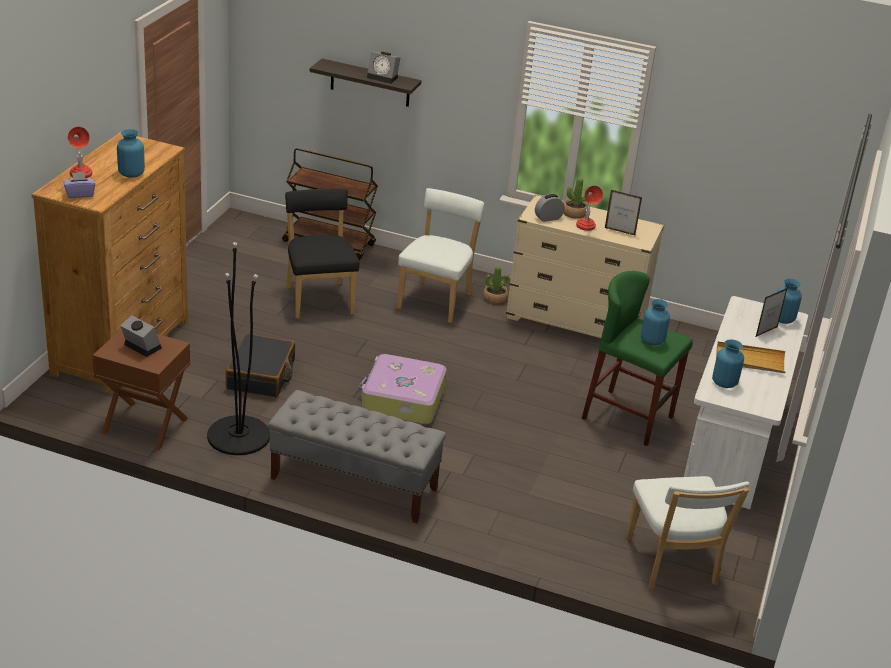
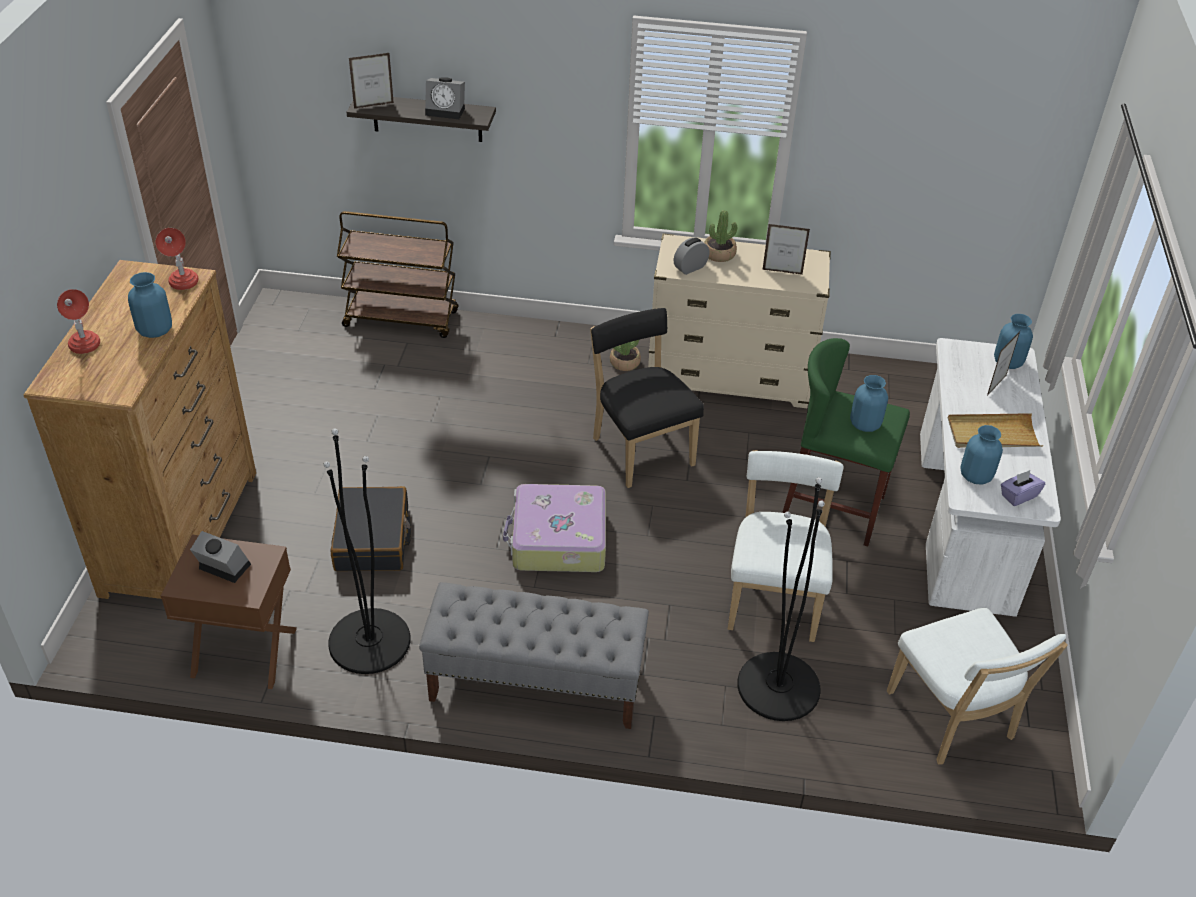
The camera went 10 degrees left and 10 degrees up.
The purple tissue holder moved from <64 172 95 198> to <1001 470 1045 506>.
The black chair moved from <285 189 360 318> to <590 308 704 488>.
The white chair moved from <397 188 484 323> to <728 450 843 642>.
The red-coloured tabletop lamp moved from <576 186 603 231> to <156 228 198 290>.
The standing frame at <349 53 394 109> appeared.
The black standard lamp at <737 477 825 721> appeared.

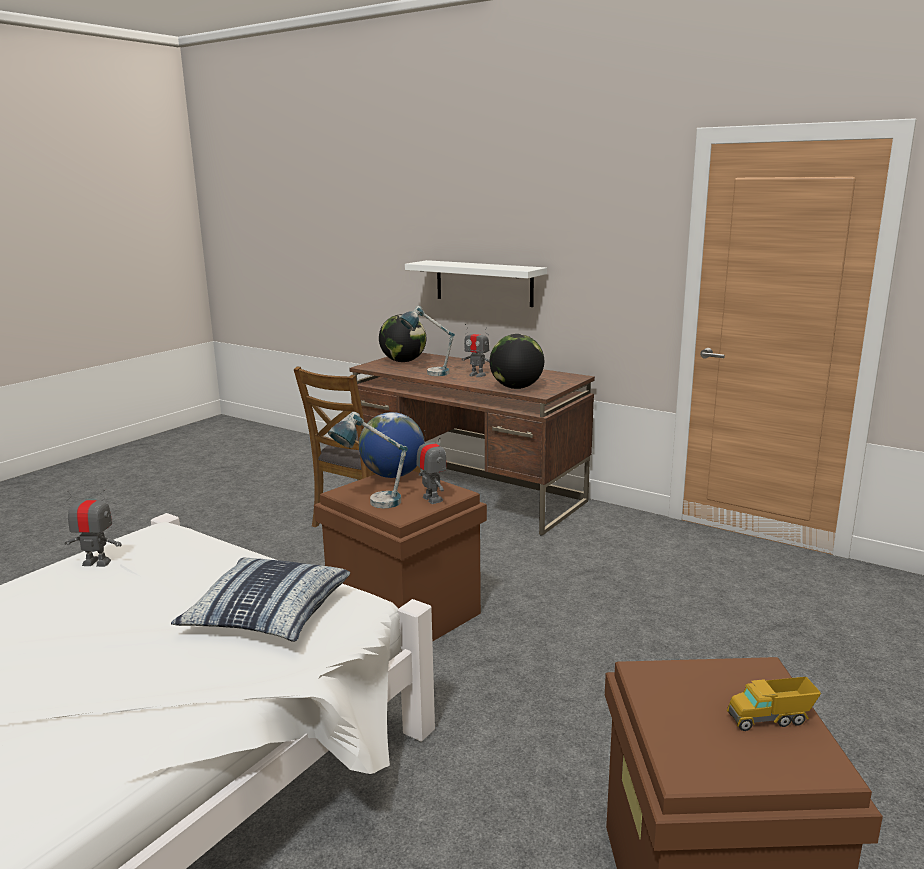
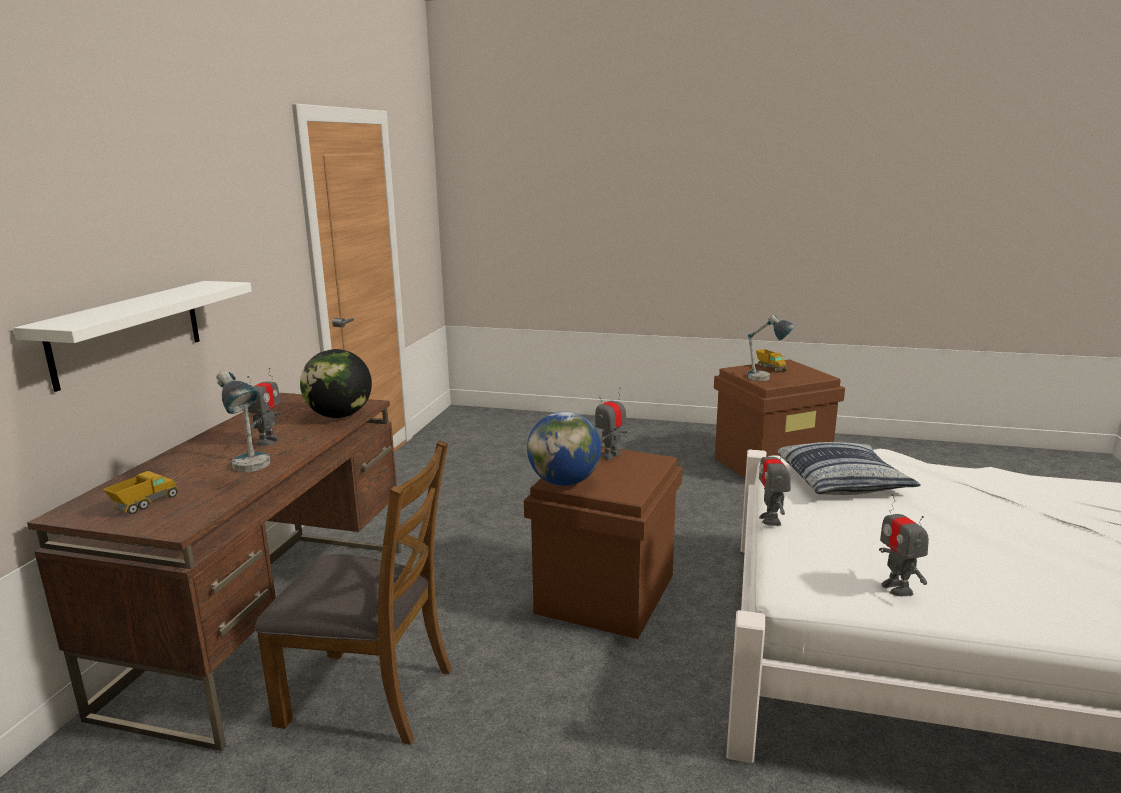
The camera went 110 degrees left and 0 degrees up.
The tabletop lamp moved from <328 412 408 508> to <747 315 795 381>.
The desk globe at <379 314 426 362> was replaced by the toy lorry at <102 471 178 514>.
The robot figure at <759 440 791 526> appeared.

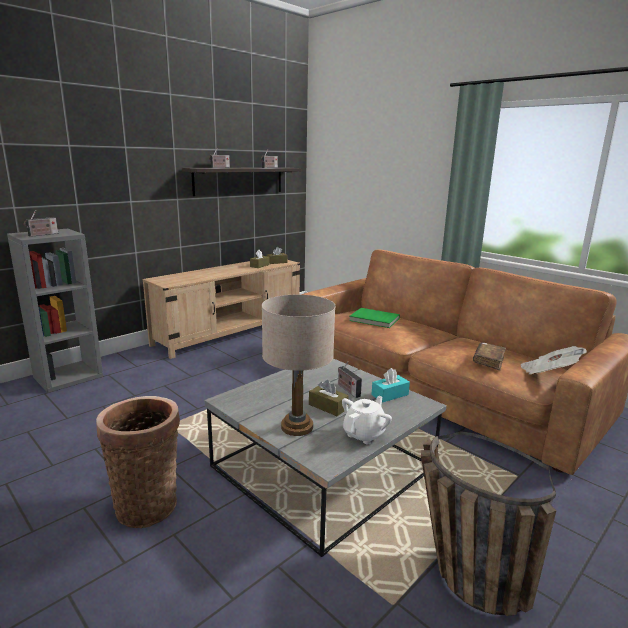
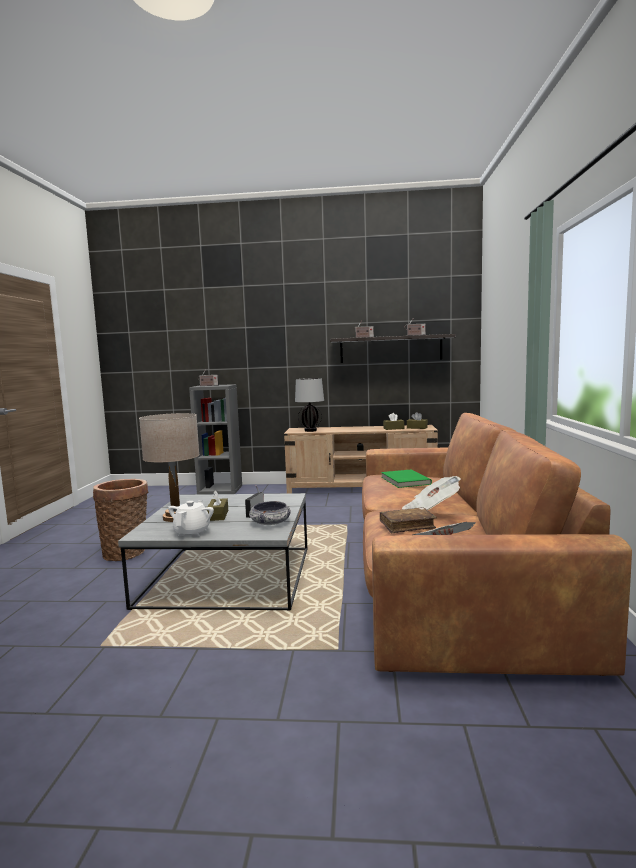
The camera went 50 degrees right and 10 degrees down.
The white teapot at <342 396 392 444> turned 75 degrees counterclockwise.
The turquoise-coloured tissue holder at <371 368 410 403> was replaced by the serving bowl at <249 501 291 525>.
The basket at <421 431 556 616> disappeared.
The tabletop lamp at <295 378 324 432> appeared.
The daily paper at <402 476 461 510> appeared.

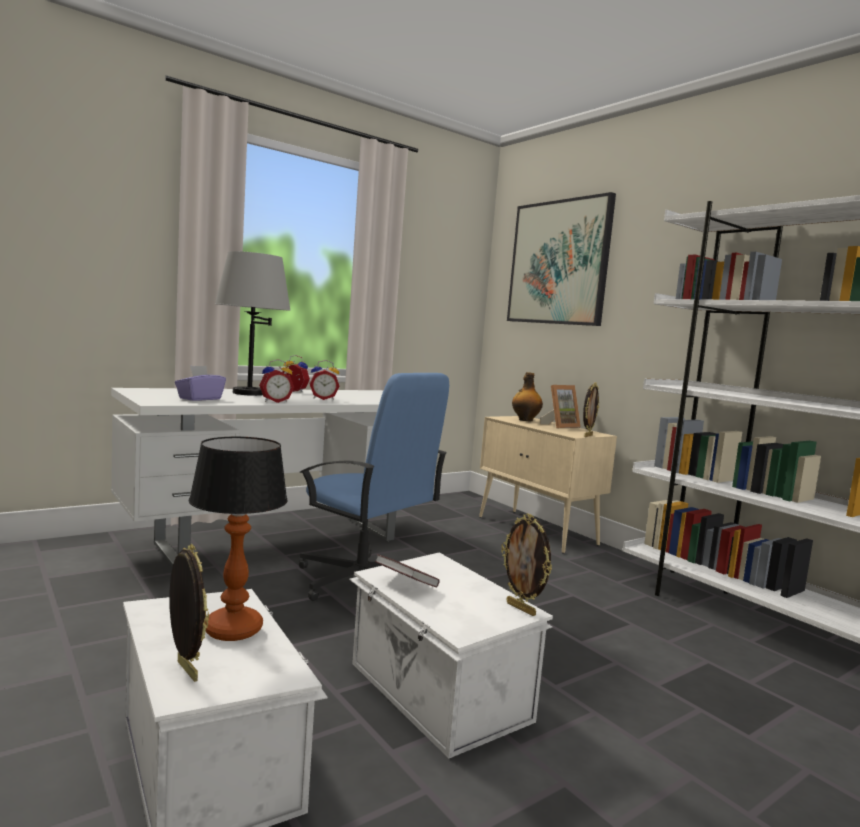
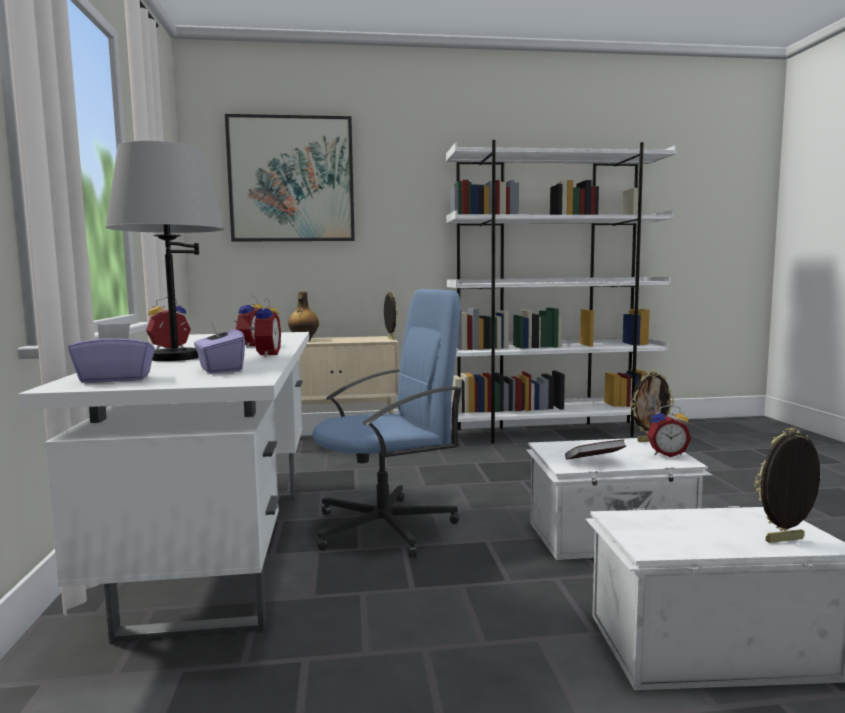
The camera went 60 degrees left and 0 degrees up.
The tabletop lamp at <189 436 288 641> disappeared.
The standing frame at <540 385 581 428> disappeared.
The purple tissue holder at <68 323 155 383> appeared.
The bedside clock at <647 405 691 457> appeared.

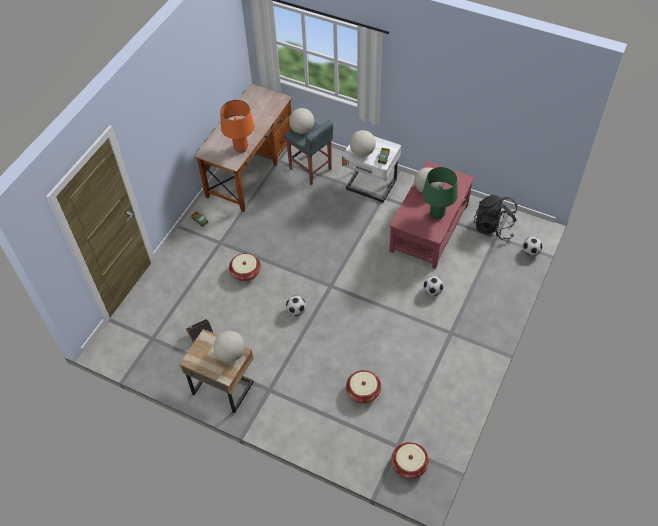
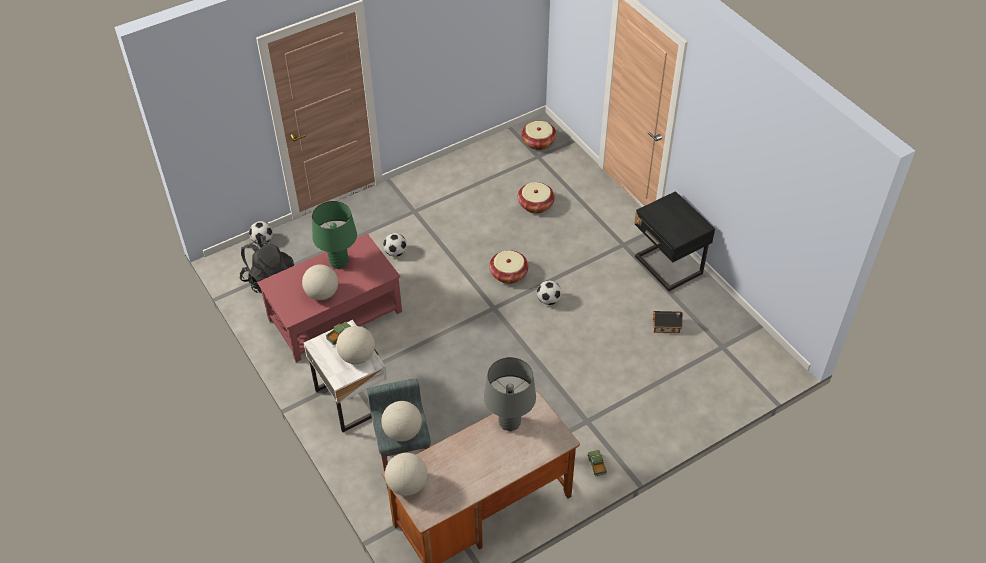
The camera went 150 degrees left and 5 degrees down.
The sand-coloured bedside table at <179 329 254 414> became the black bedside table at <634 191 715 291>.
The desk globe moved from <214 331 245 362> to <385 453 428 496>.
The orangey tabletop lamp at <220 100 255 153> became the greyish tabletop lamp at <484 357 536 431>.
The basket moved from <229 253 261 281> to <489 250 529 284>.

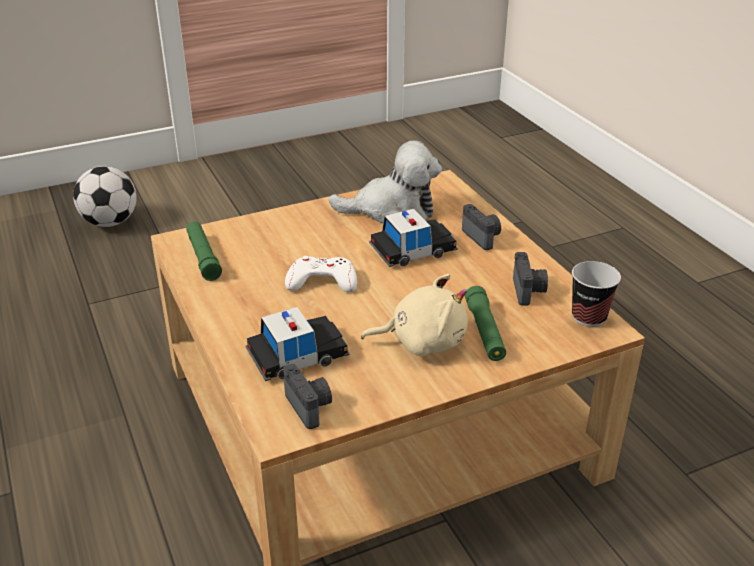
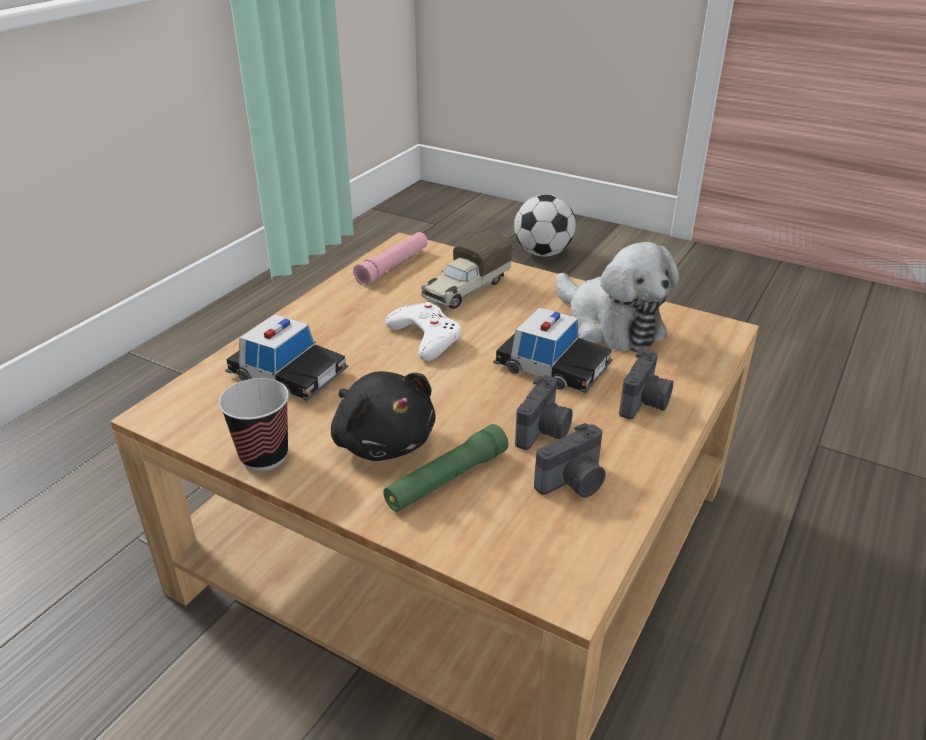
The camera went 55 degrees right and 0 degrees up.
The greenish flashlight at <186 222 222 281> became the pink flashlight at <354 232 428 285>.
The still camera moved from <283 364 332 429> to <515 375 573 450>.
The sand-coloured cuddly toy at <361 274 468 356> became the black cuddly toy at <331 371 435 461>.
The small cup moved from <572 261 621 327> to <219 378 289 471>.
The toy lorry at <421 231 512 309> appeared.

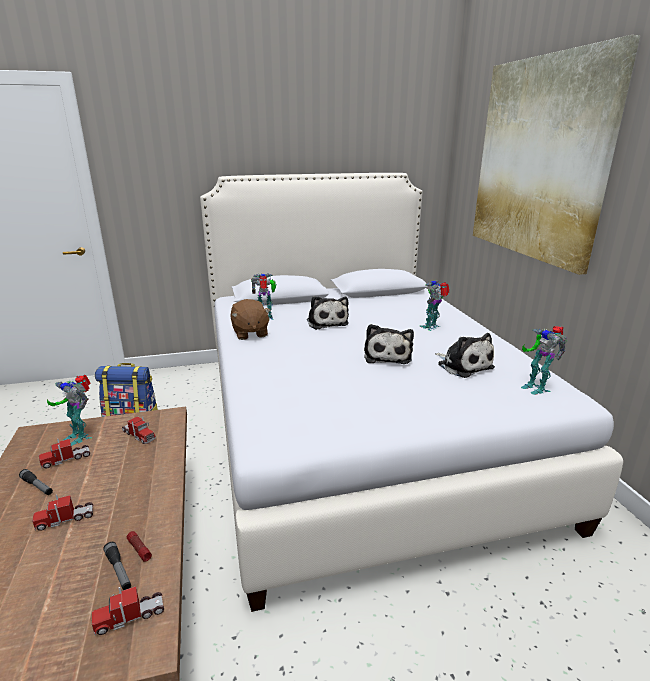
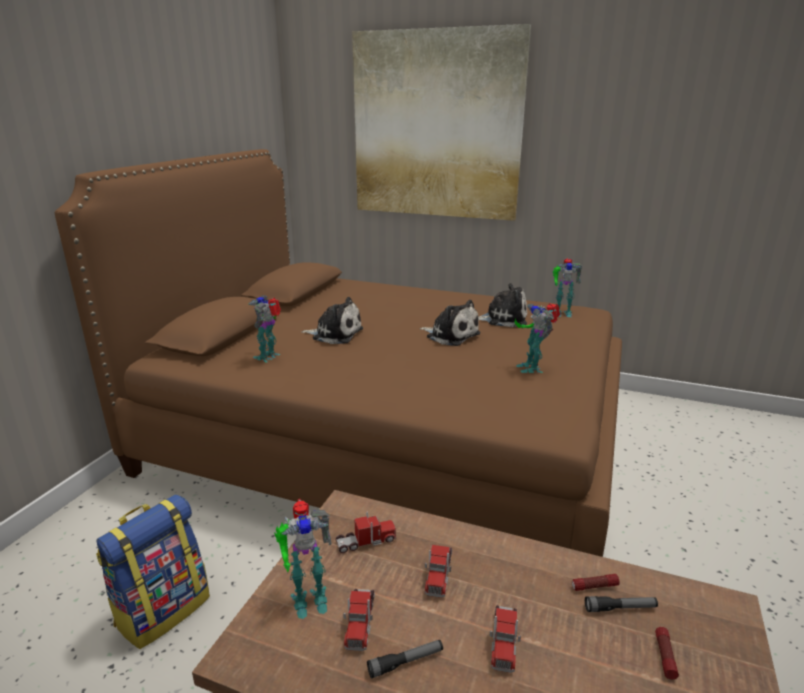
The camera went 55 degrees left and 0 degrees up.
The toy lorry moved from <92 586 164 636> to <425 545 452 598>.
The white sleeping bed at <200 173 623 612> became the brown-coloured sleeping bed at <55 149 622 557>.
The brown-coloured cuddly toy at <230 299 271 340> disappeared.
The robot figure moved from <419 280 449 331> to <515 303 560 373>.
The flashlight at <655 627 679 679> appeared.

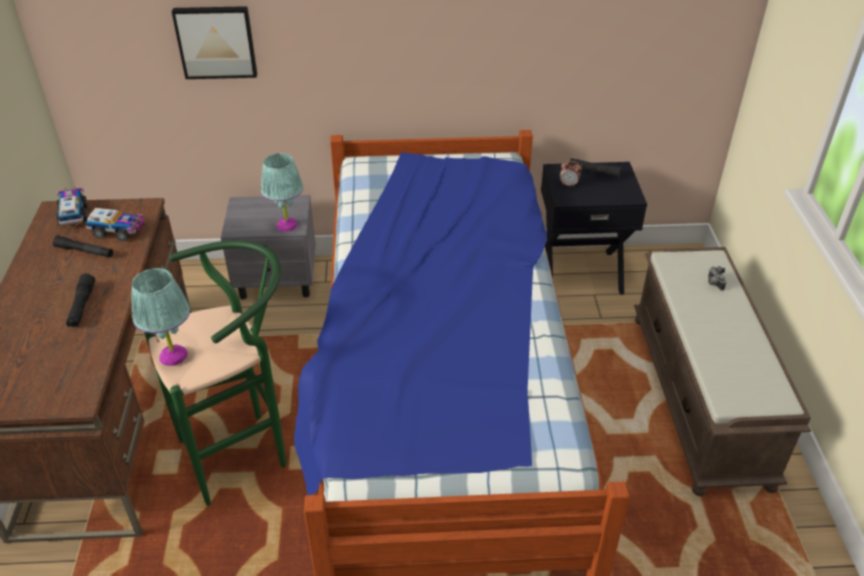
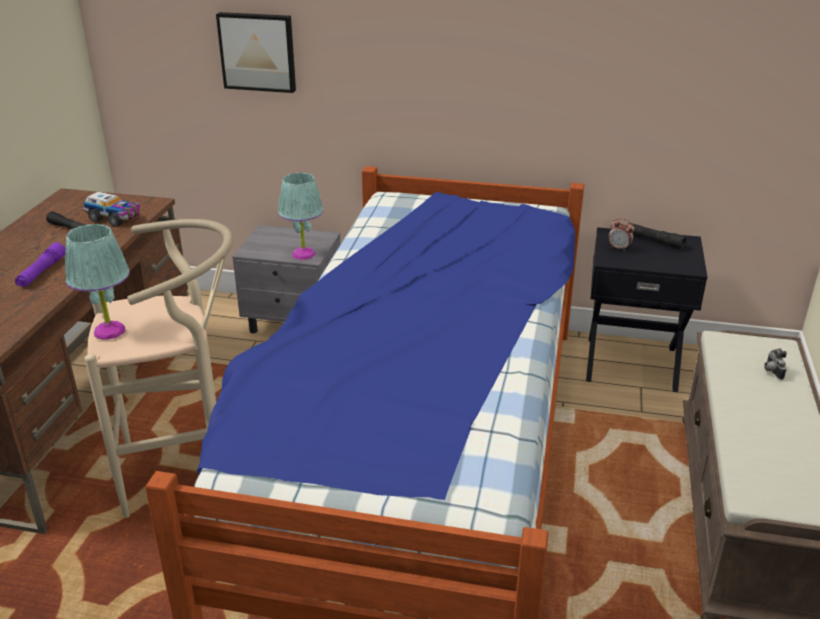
The camera went 15 degrees right and 10 degrees down.
The toy lorry at <56 187 88 226> disappeared.
The black flashlight at <66 273 95 327> became the purple flashlight at <15 242 66 287>.
The greenish sitting stool at <144 240 287 506> became the sand-coloured sitting stool at <85 219 233 518>.

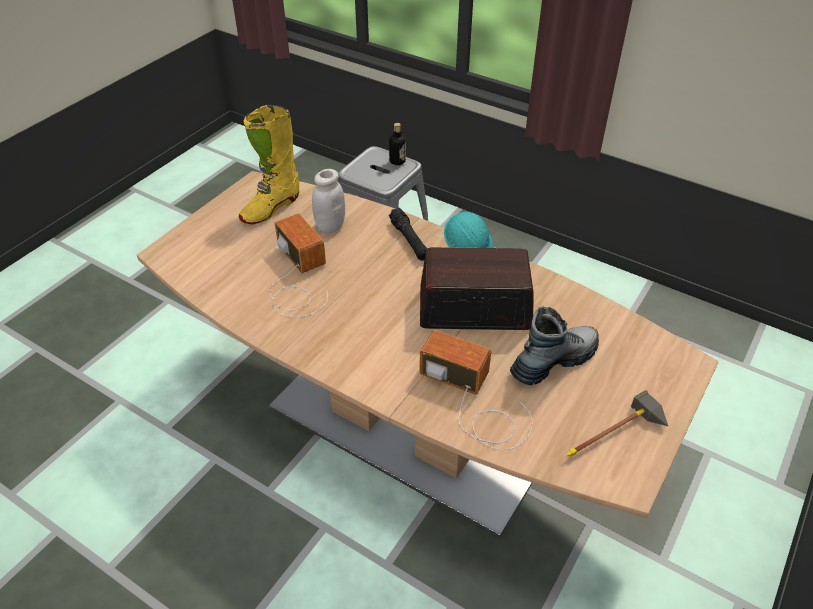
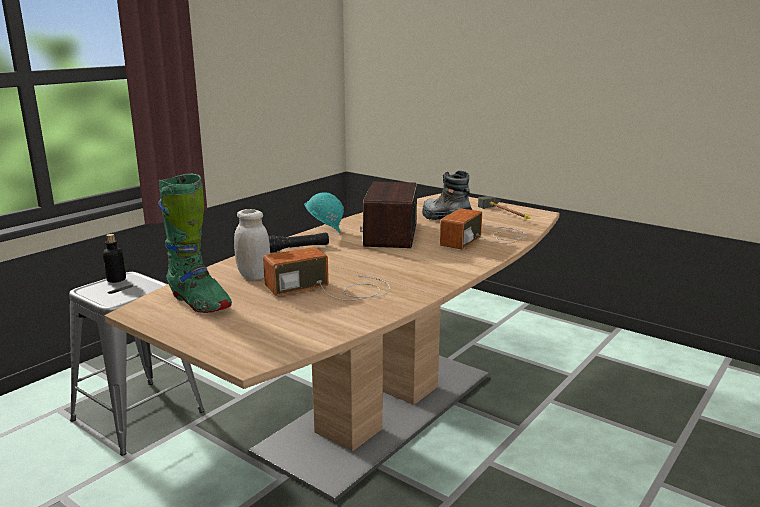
The camera went 85 degrees left and 25 degrees down.
The yellow-coloured high-top boot at <238 105 299 224> became the greenish high-top boot at <158 174 232 313>.

